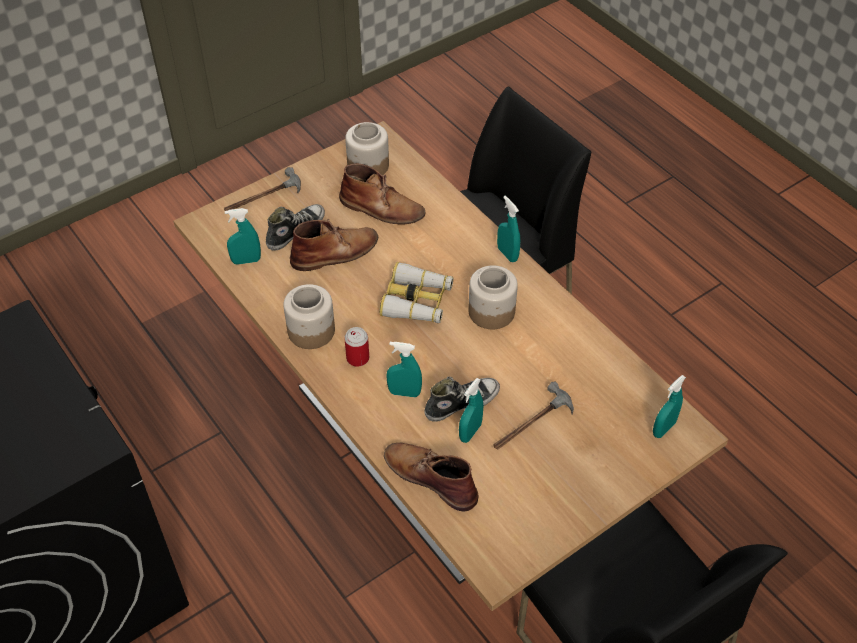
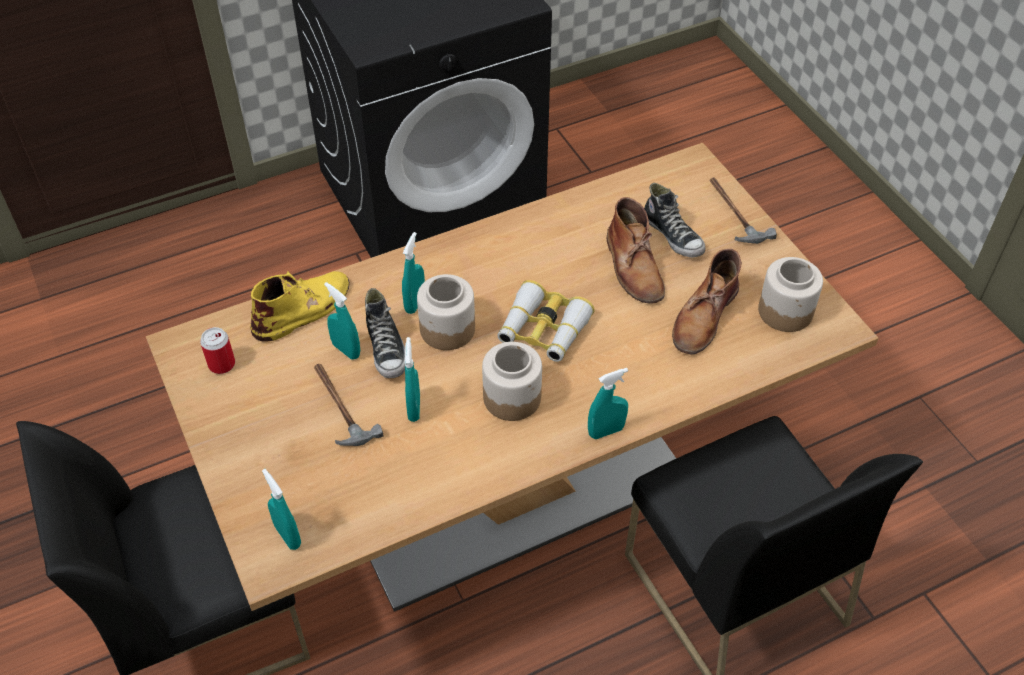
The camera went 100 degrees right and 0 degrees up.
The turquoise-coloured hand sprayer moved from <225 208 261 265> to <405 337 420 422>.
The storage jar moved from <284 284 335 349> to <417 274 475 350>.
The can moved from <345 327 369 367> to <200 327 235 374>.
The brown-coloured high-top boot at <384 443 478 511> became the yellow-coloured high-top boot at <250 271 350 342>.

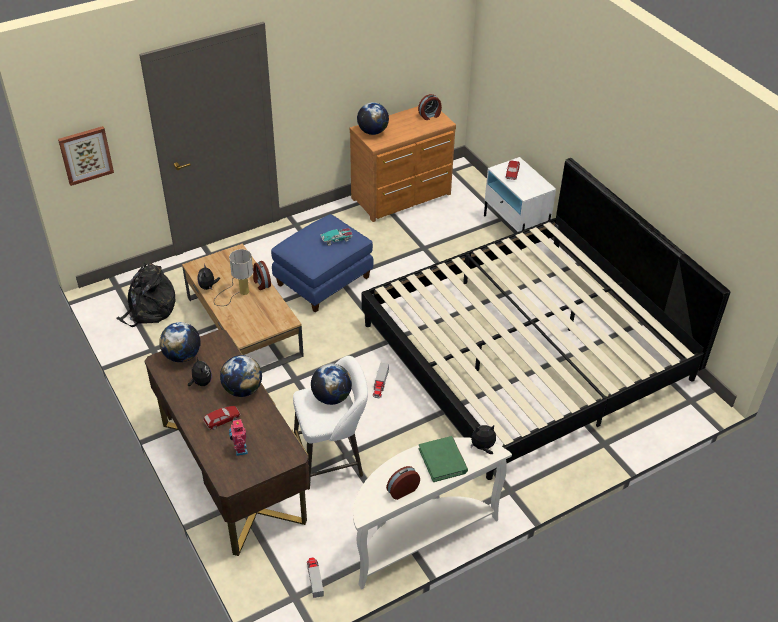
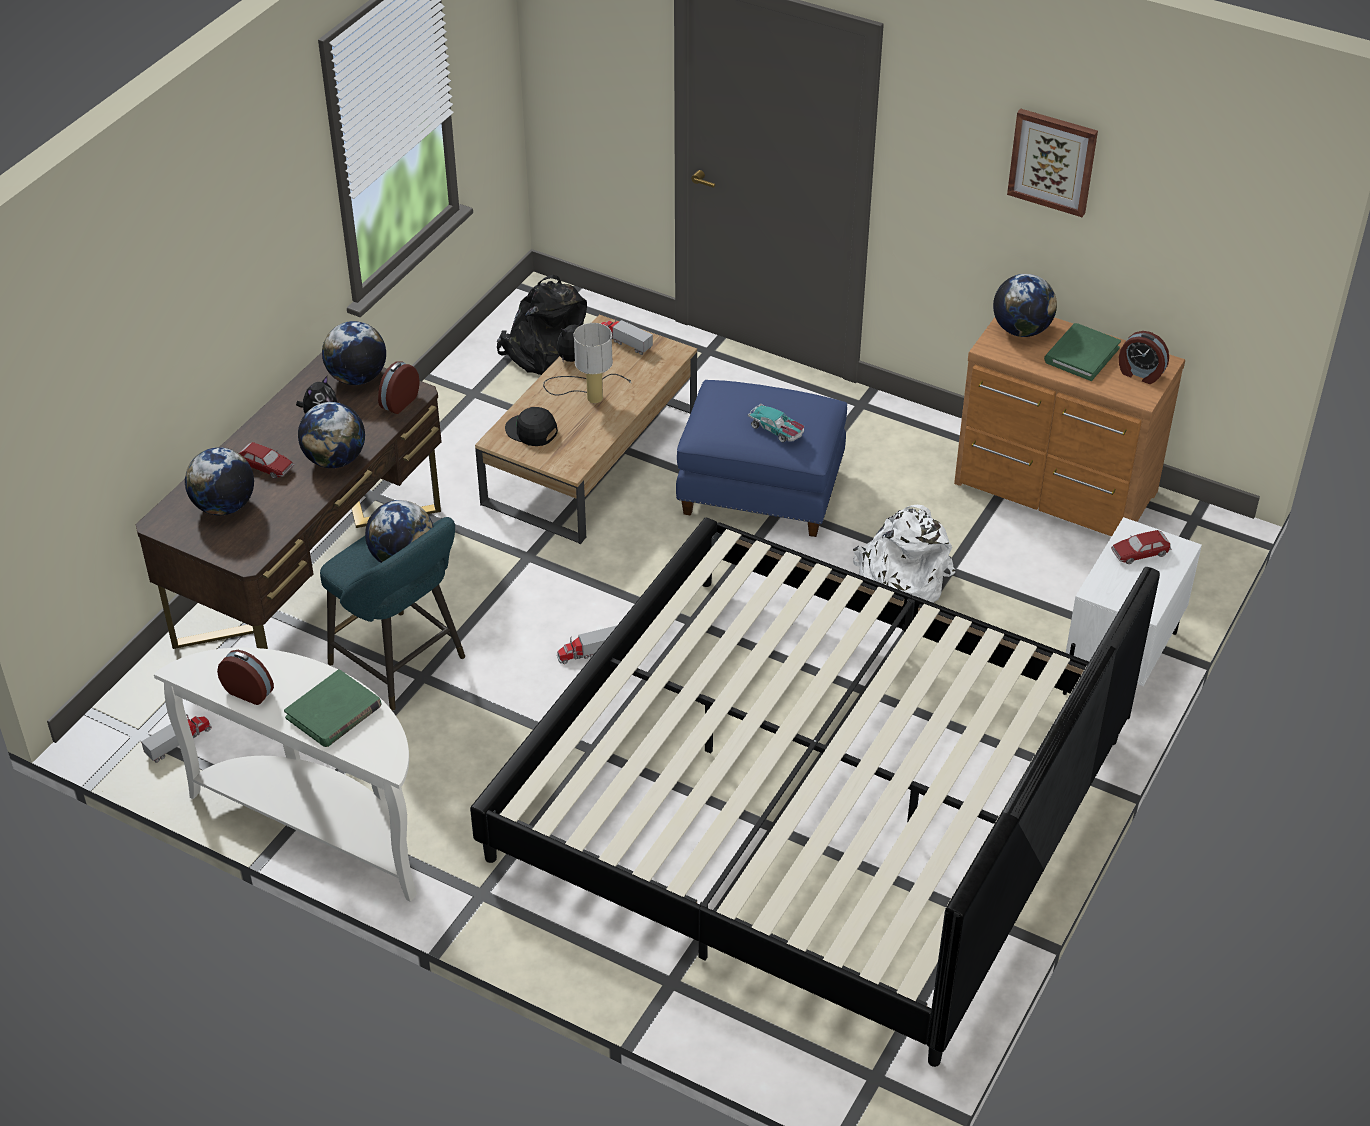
The camera went 60 degrees right and 0 degrees up.
The picture moved from <58 126 114 186> to <1007 108 1098 217>.
The robot figure at <229 418 248 456> was replaced by the desk globe at <185 447 254 515>.
The bedside clock moved from <253 261 271 290> to <378 361 420 414>.
The white sitting stool at <293 356 368 490> became the turquoise-coloured sitting stool at <320 517 465 711>.
The cuddly toy at <471 425 496 454> disappeared.
The black cap at <505 407 558 446> appeared.
The toy lorry at <601 317 653 355> appeared.
The white rucksack at <853 505 956 603> appeared.
The greenish book at <1044 323 1121 381> appeared.

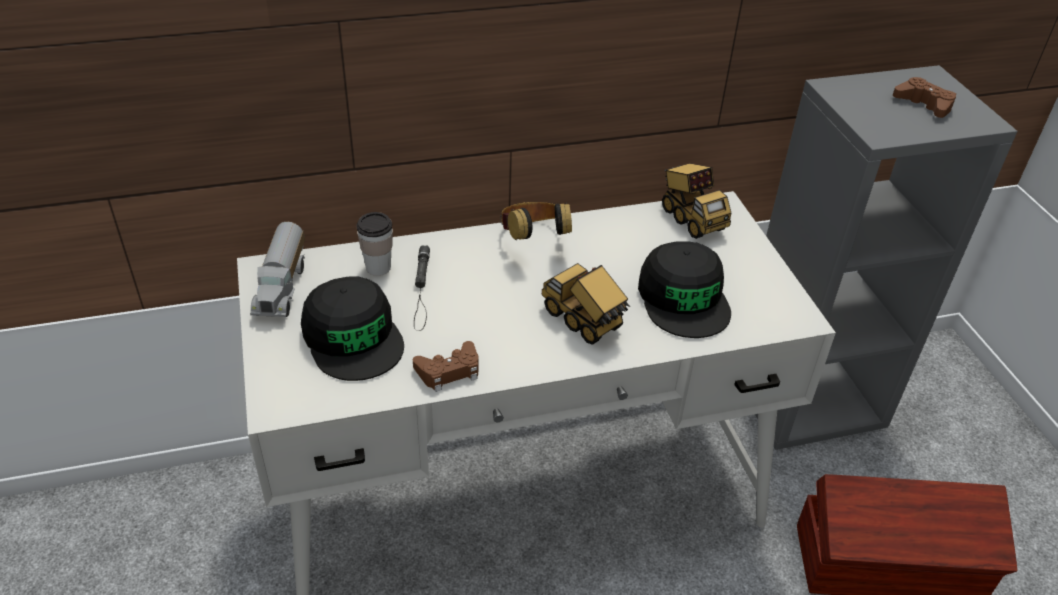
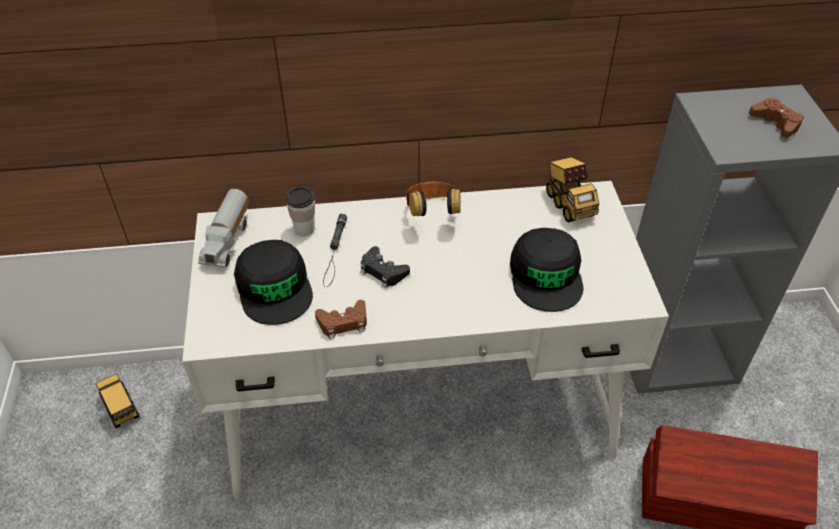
The camera went 10 degrees right and 5 degrees up.
The toy lorry moved from <542 263 630 345> to <95 373 140 428>.
The black gamepad at <361 246 410 288> appeared.

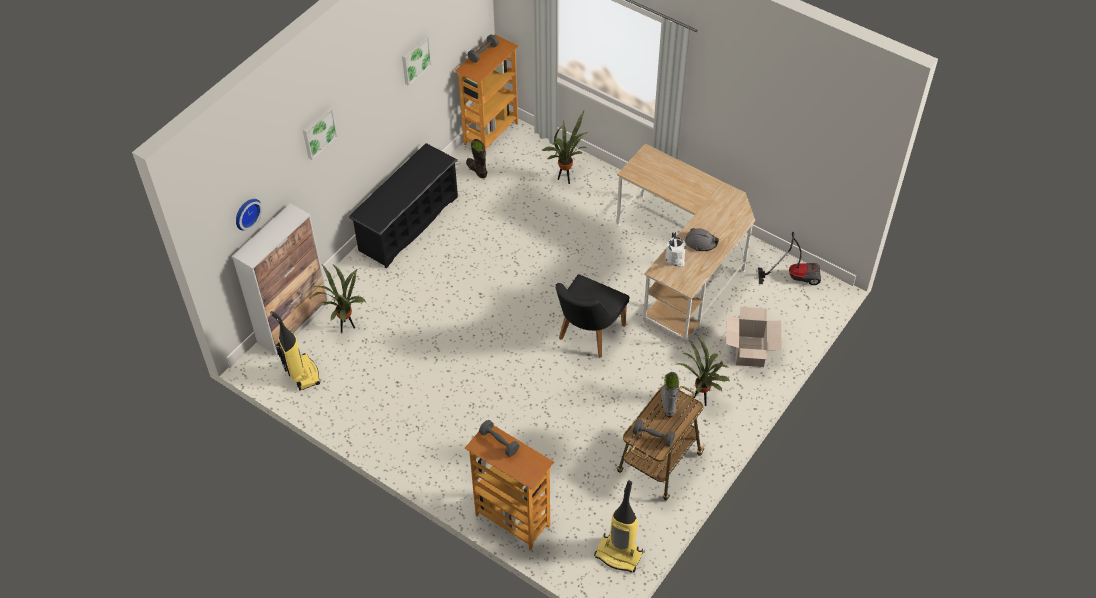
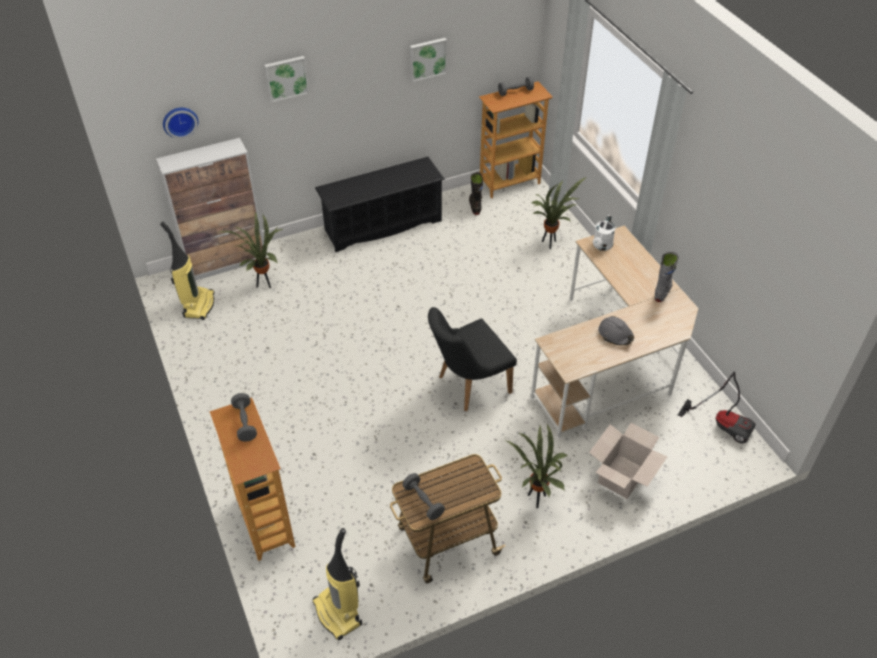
The camera went 30 degrees right and 5 degrees down.
The greyish high-top boot moved from <661 372 679 418> to <655 252 679 302>.
The white watering pot moved from <665 232 686 268> to <593 215 616 251>.

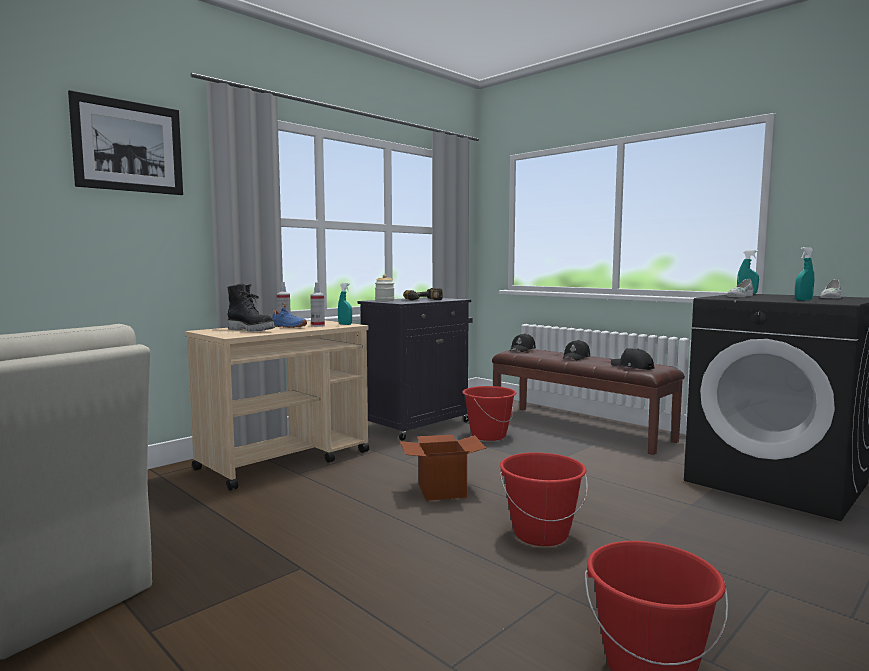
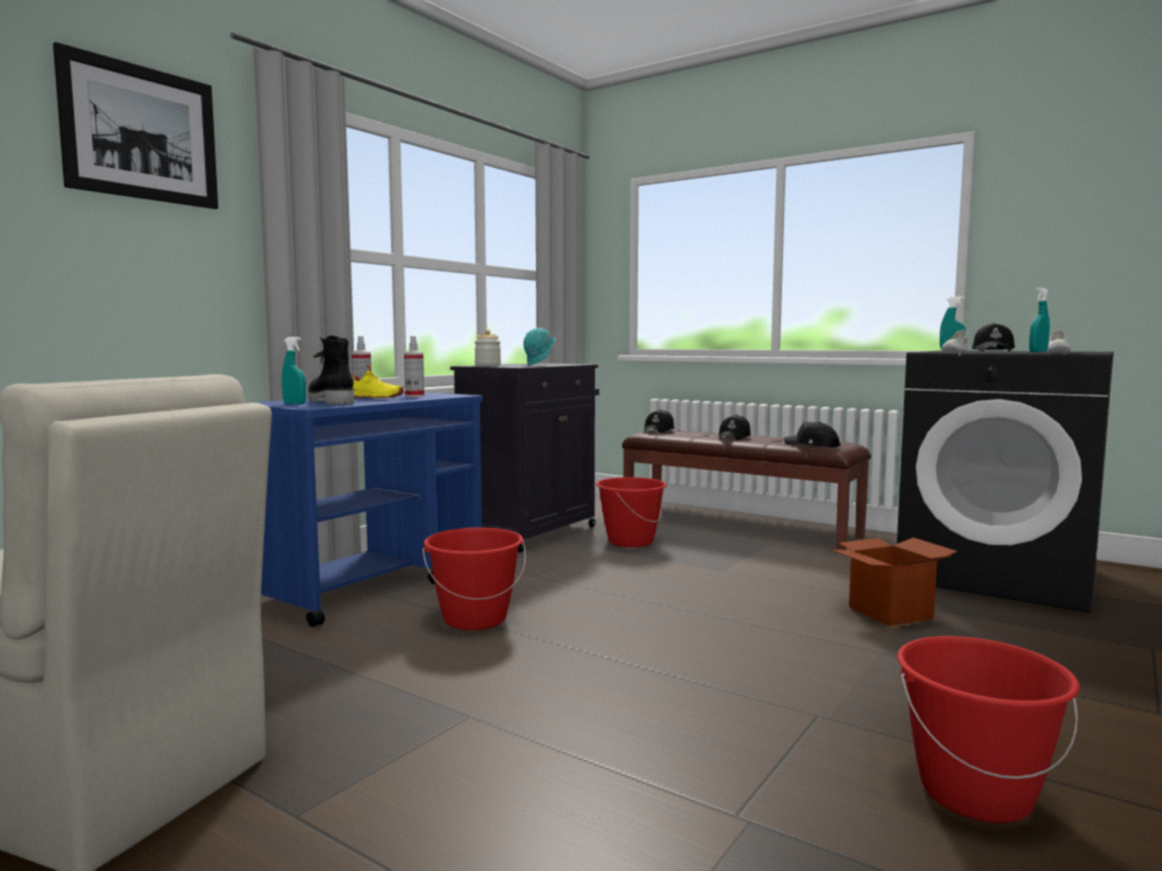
The camera went 10 degrees left and 0 degrees up.
The sand-coloured cart at <185 320 369 491> became the blue cart at <250 392 483 627>.
The black high-top boot at <227 283 275 332> turned 150 degrees counterclockwise.
The blue shoe at <272 303 307 328> became the yellow-coloured shoe at <351 364 404 399>.
The turquoise-coloured hand sprayer moved from <338 283 352 325> to <282 337 306 405>.
The carton moved from <400 434 486 501> to <830 537 958 626>.
The drill at <403 288 443 301> was replaced by the turquoise-coloured hard hat at <523 328 556 365>.
The red-coloured bucket moved from <500 452 588 546> to <422 527 526 630>.
The black cap at <972 323 1015 351> appeared.

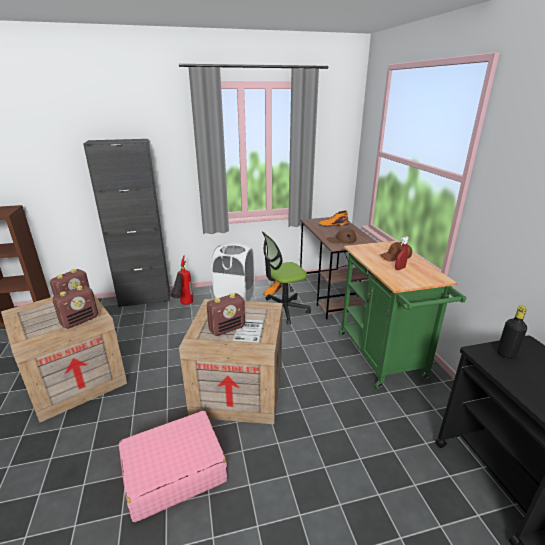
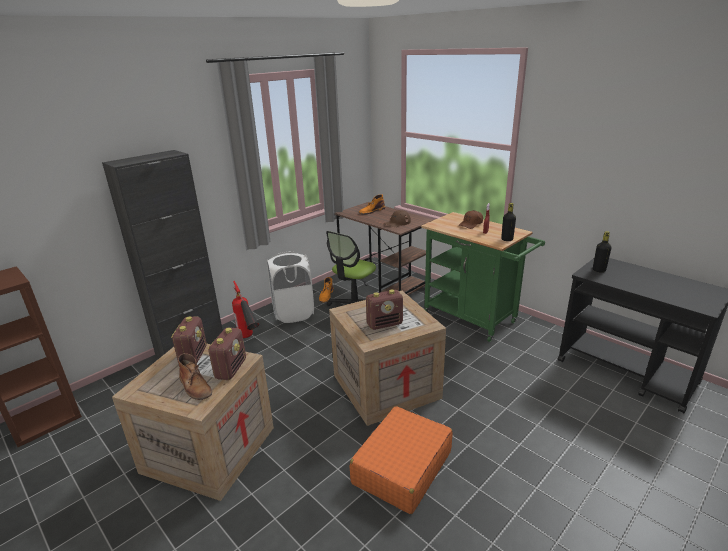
The camera went 30 degrees left and 0 degrees up.
The pink piece of luggage at <119 411 227 522> became the orangey piece of luggage at <350 406 453 514>.
The radio set at <207 293 245 336> turned 45 degrees clockwise.
The brown-coloured high-top boot at <178 353 212 400> appeared.
The black drink bottle at <501 203 516 241> appeared.

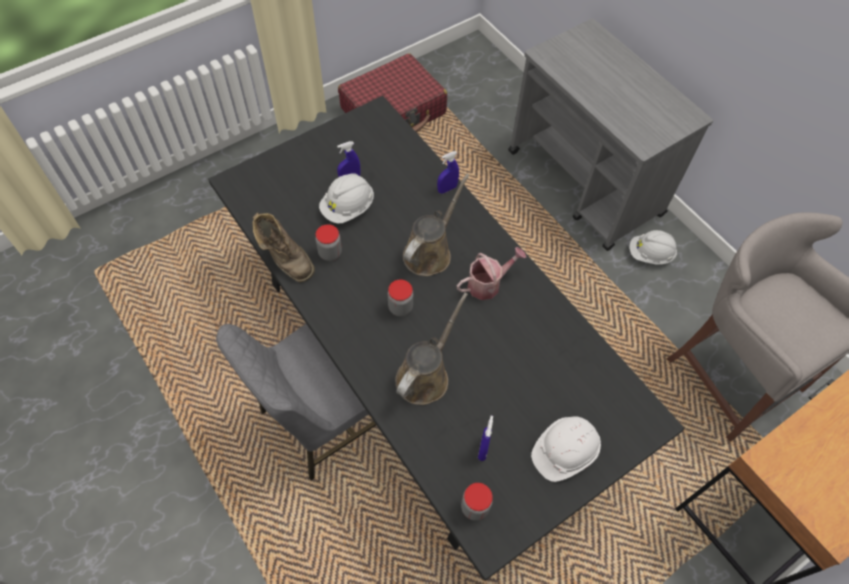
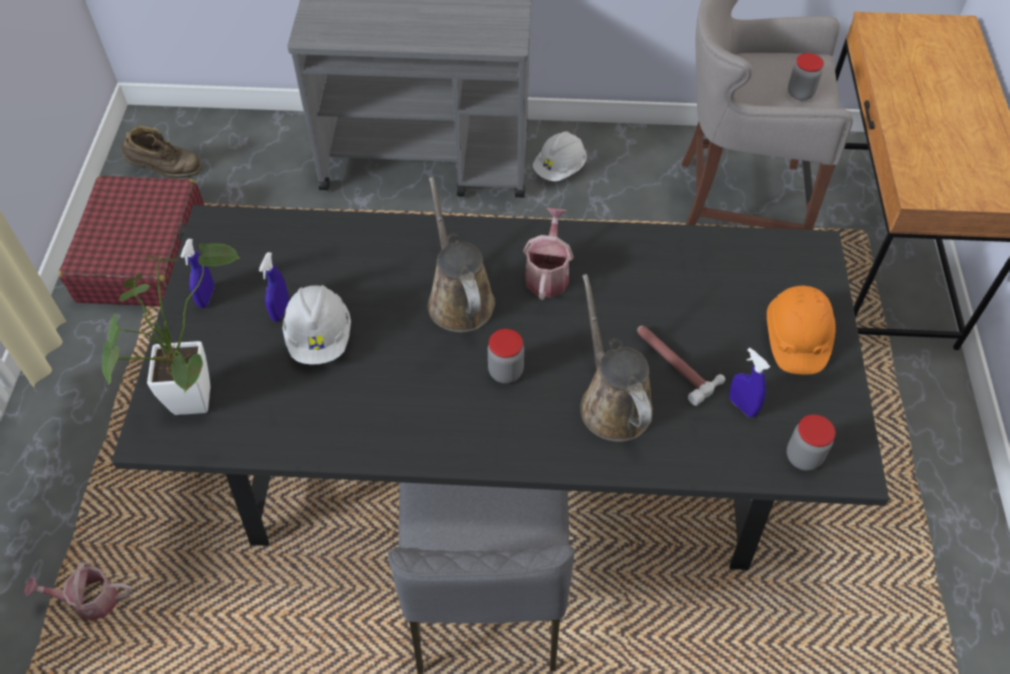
The camera went 50 degrees left and 5 degrees down.
The brown-coloured high-top boot moved from <252 212 315 282> to <122 126 202 178>.
The storage jar moved from <316 224 342 261> to <788 53 824 100>.
The blue hand sprayer moved from <437 151 459 194> to <180 239 214 308>.
The white hard hat at <531 417 601 482> became the orangey hard hat at <767 285 836 374>.
The watering pot at <24 562 132 621> appeared.
The plant in a pot at <102 243 240 415> appeared.
The hammer at <637 326 725 406> appeared.

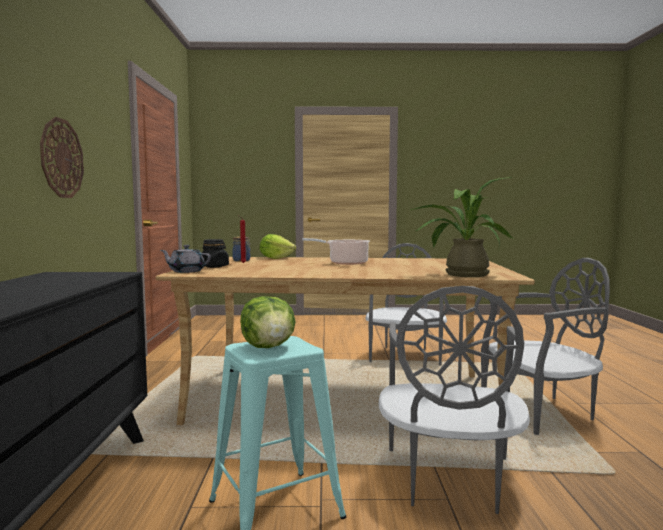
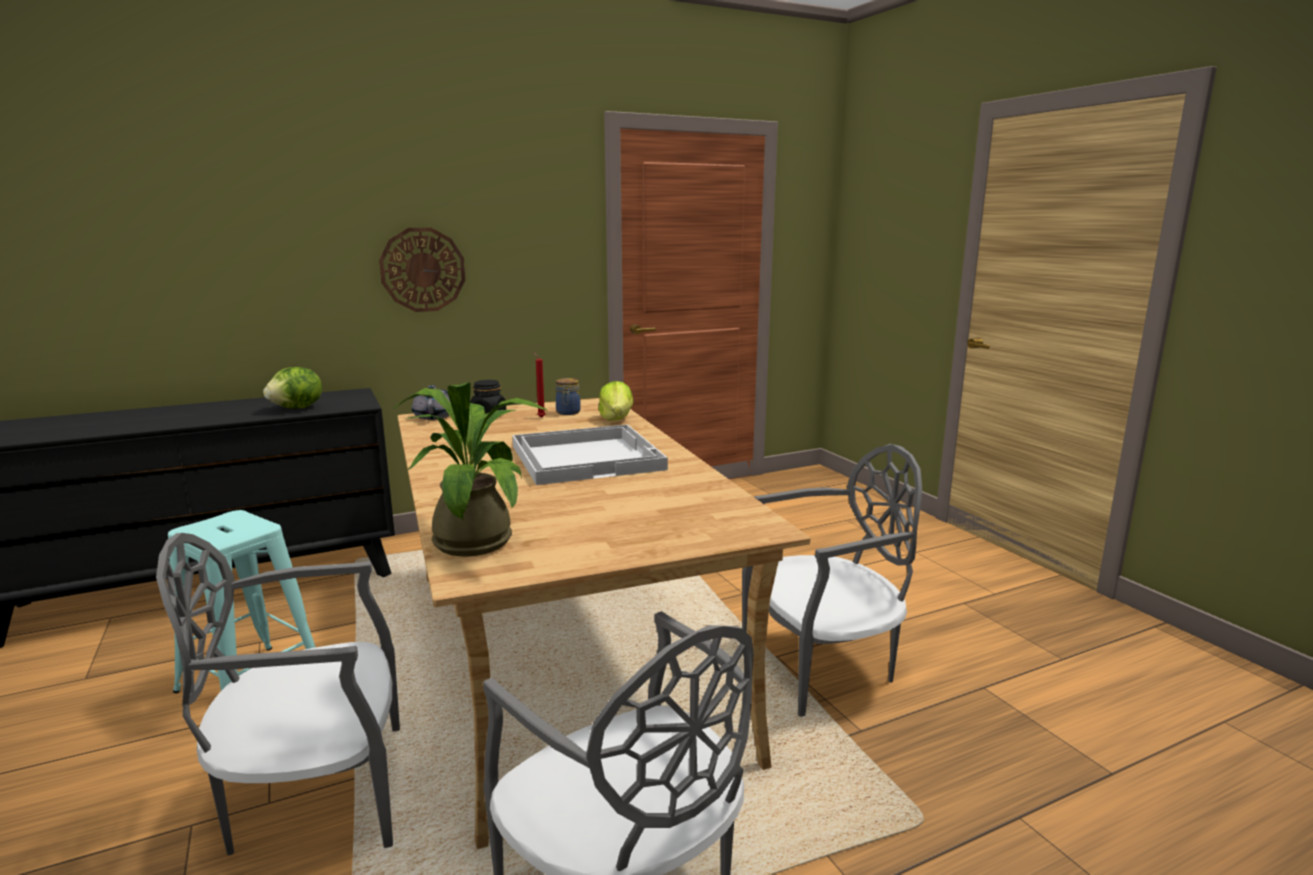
The camera went 65 degrees right and 10 degrees up.
The lettuce moved from <240 296 296 348> to <263 367 322 408>.
The cooking pot at <302 238 370 265> was replaced by the white serving tray at <512 424 668 485>.

